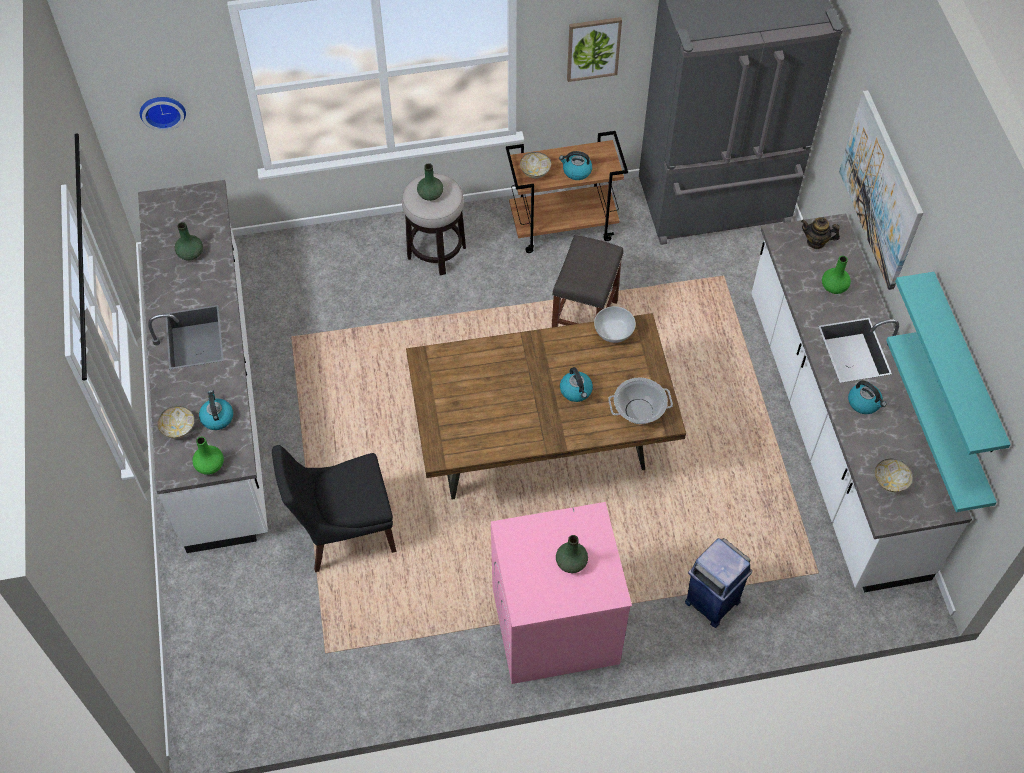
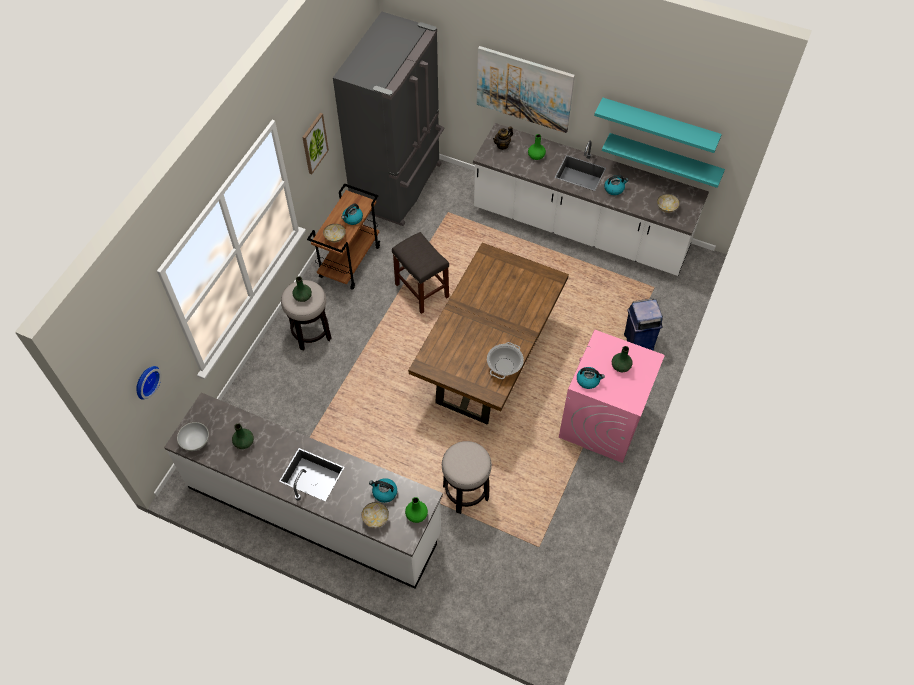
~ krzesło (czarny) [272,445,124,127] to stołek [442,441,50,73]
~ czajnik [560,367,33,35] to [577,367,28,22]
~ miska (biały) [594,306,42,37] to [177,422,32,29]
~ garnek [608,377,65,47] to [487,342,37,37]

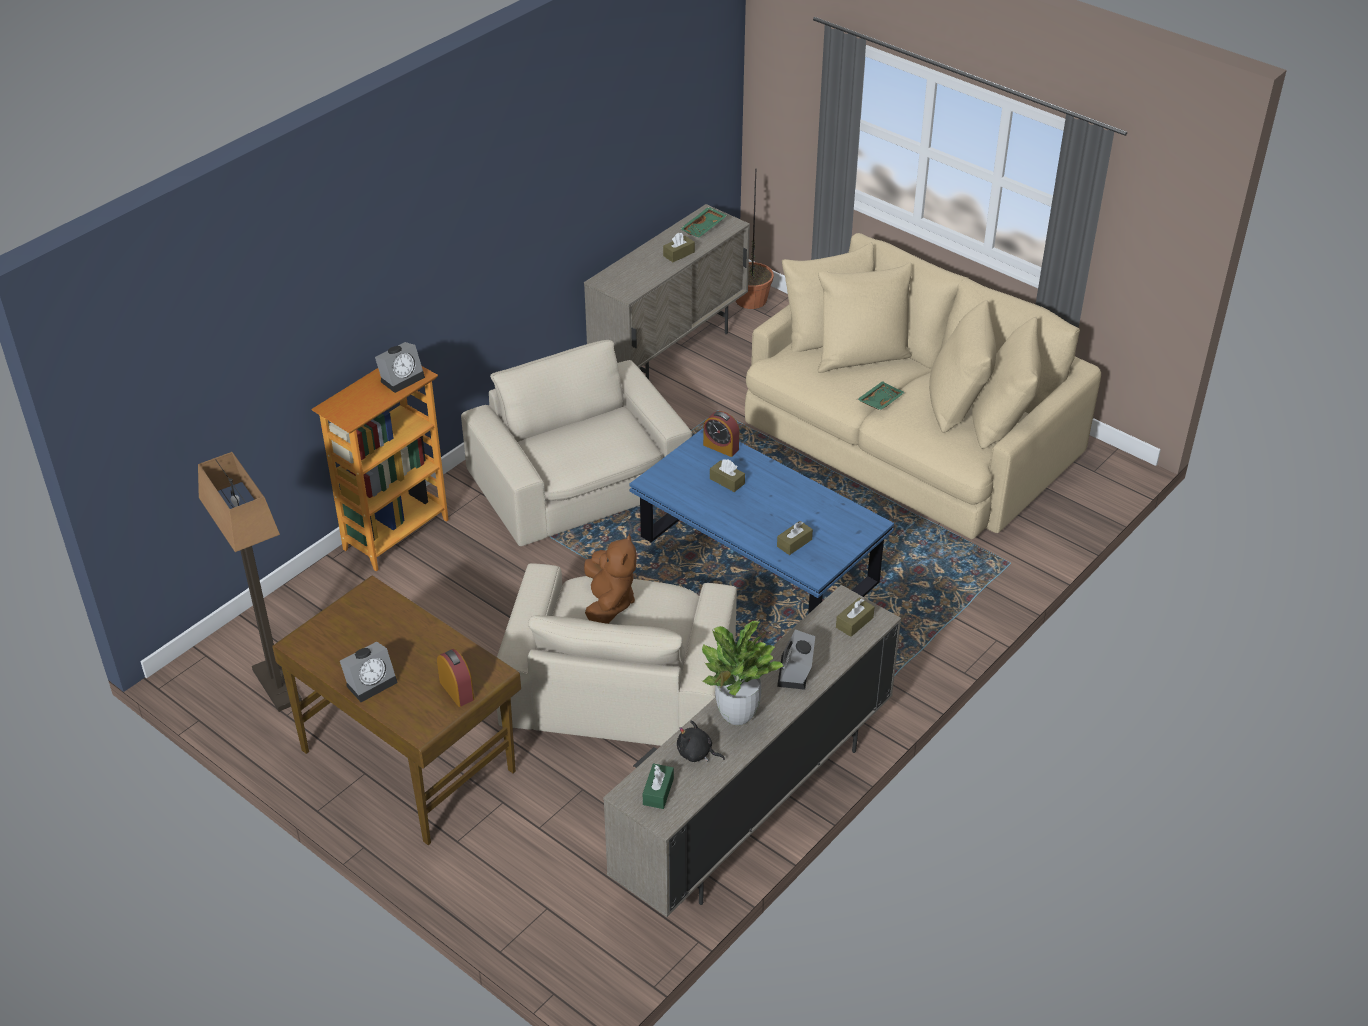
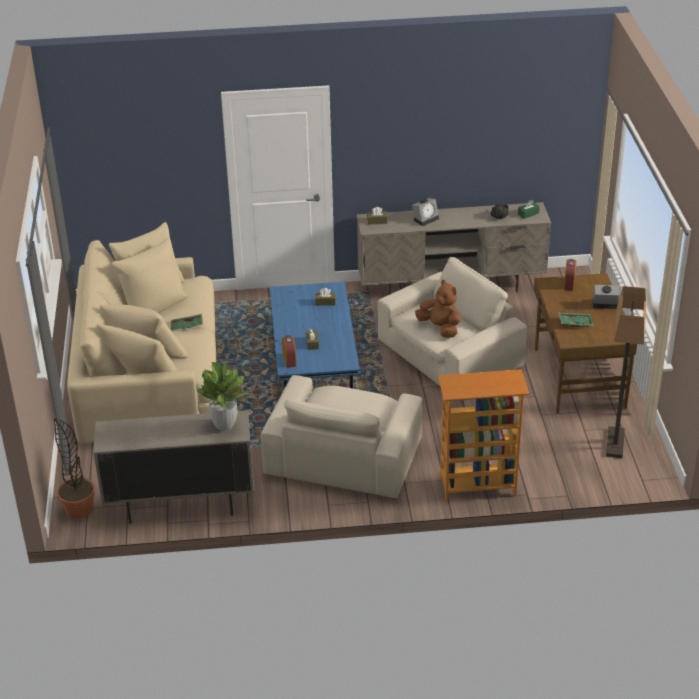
- budzik [375,342,50,51]
~ pluszak (brązowy) [584,534,52,90] = [415,280,46,58] 90 degrees clockwise
- pudełko chusteczek (brązowy) [663,233,32,29]
~ taca (zielony) [680,207,47,31] to [558,312,36,15]
~ roślina doniczkowa [702,621,82,104] to [196,362,51,69]

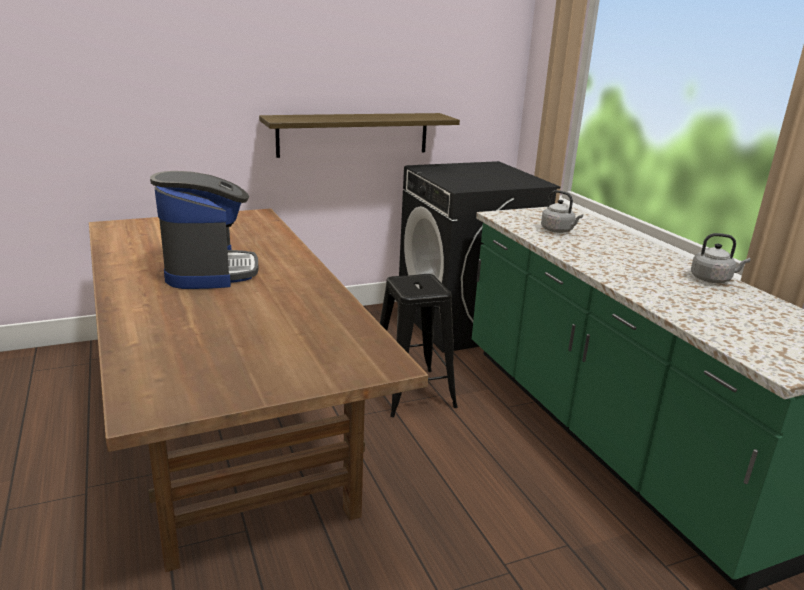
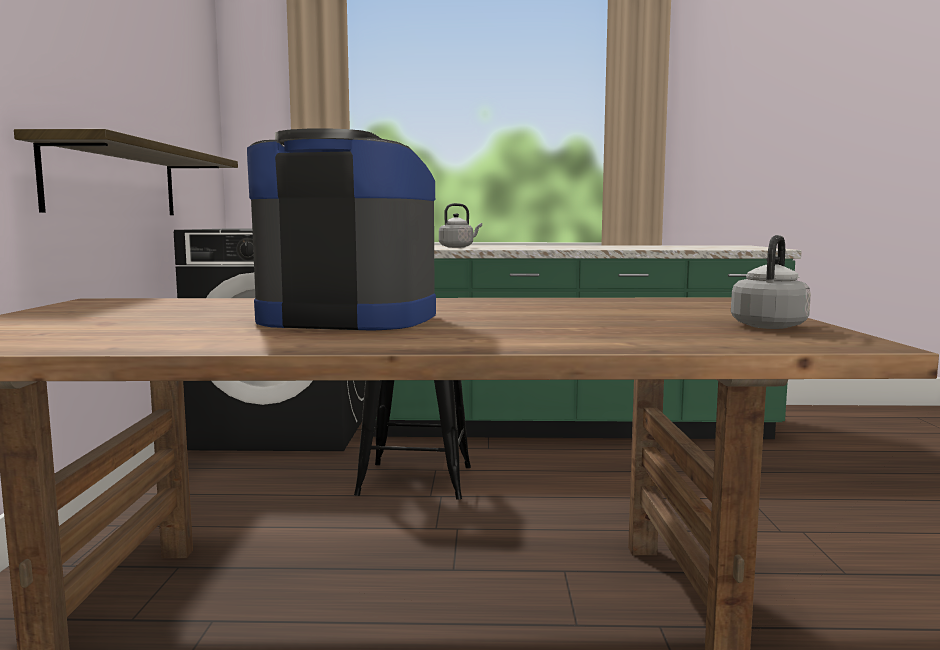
~ czajnik (szary) [691,233,60,50] to [731,235,80,94]

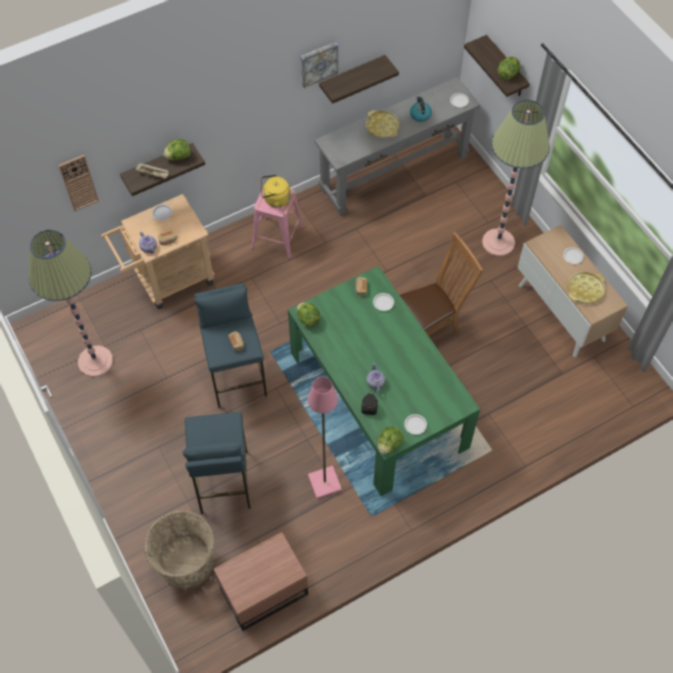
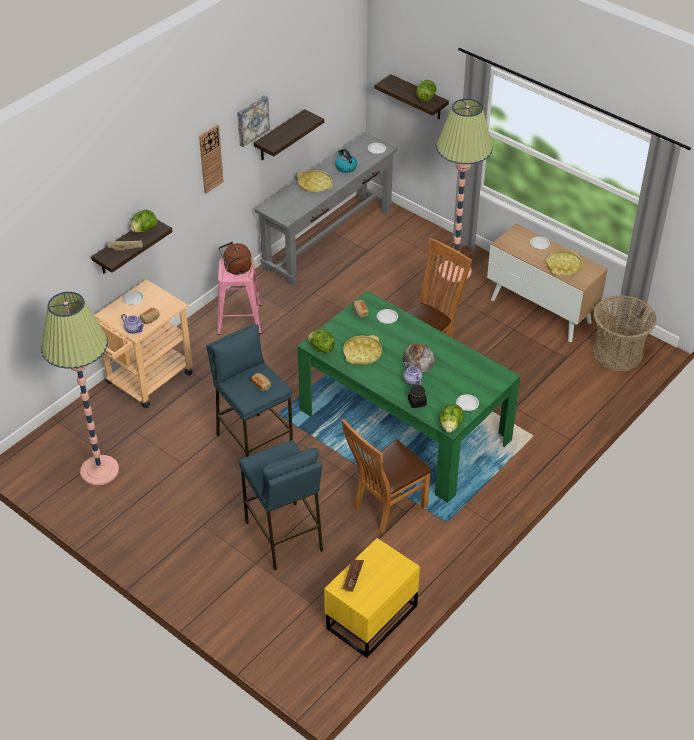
~ zegar ścienny [58,155,41,56] to [199,124,25,70]
~ koszyk [144,511,70,78] to [592,295,65,76]
~ szafka nocna (brązowy) [214,532,94,99] to szafka nocna (żółty) [324,538,96,120]
~ czajnik (żółty) [261,174,29,34] to czajnik (brązowy) [219,242,33,33]
~ lampa stojąca (różowy) [308,377,34,122] to krzesło (brązowy) [341,419,91,114]
+ taca (żółty) [343,335,39,30]
+ taca (brązowy) [343,559,21,33]
+ chleb [403,344,32,28]

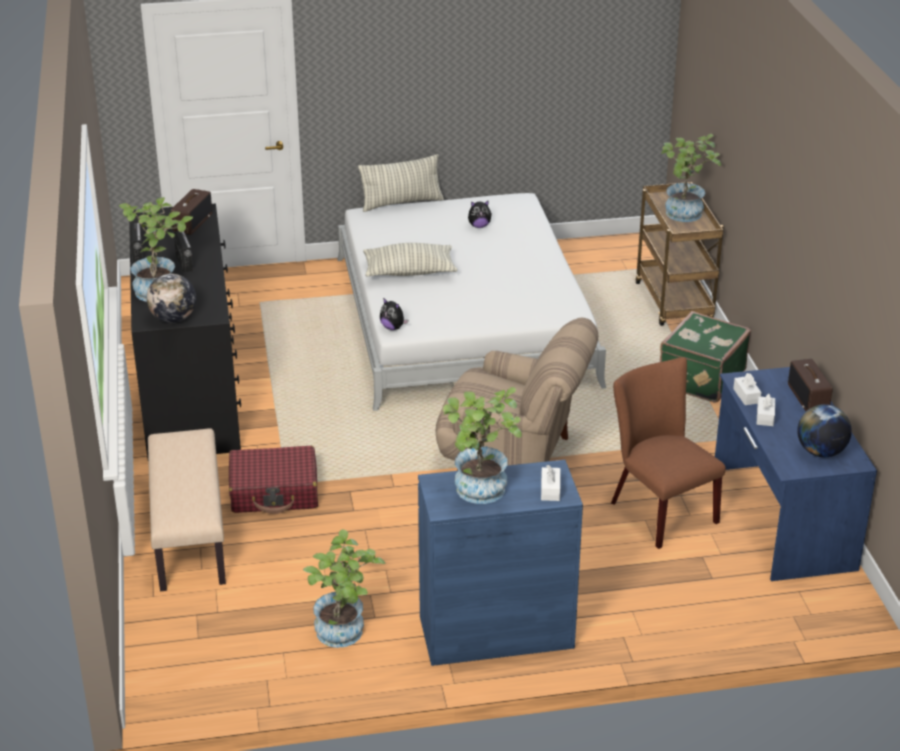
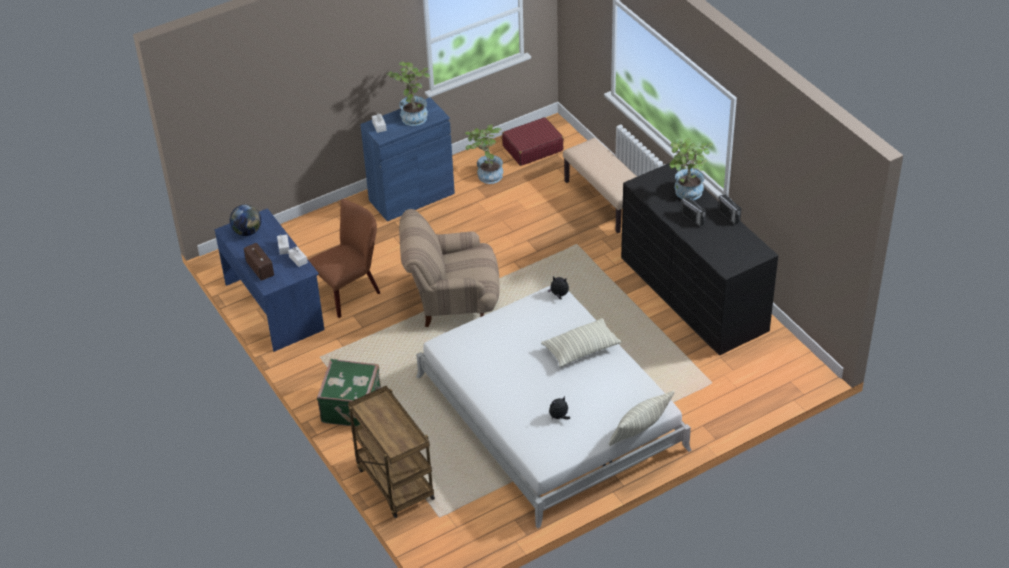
- globus [147,274,49,49]
- radio [171,189,41,46]
~ walizka (czerwony) [229,446,89,68] to [502,117,62,49]
~ krzesło (brązowy) [611,357,115,192] = [309,199,71,119] 75 degrees counterclockwise
- roślina doniczkowa [661,134,60,88]

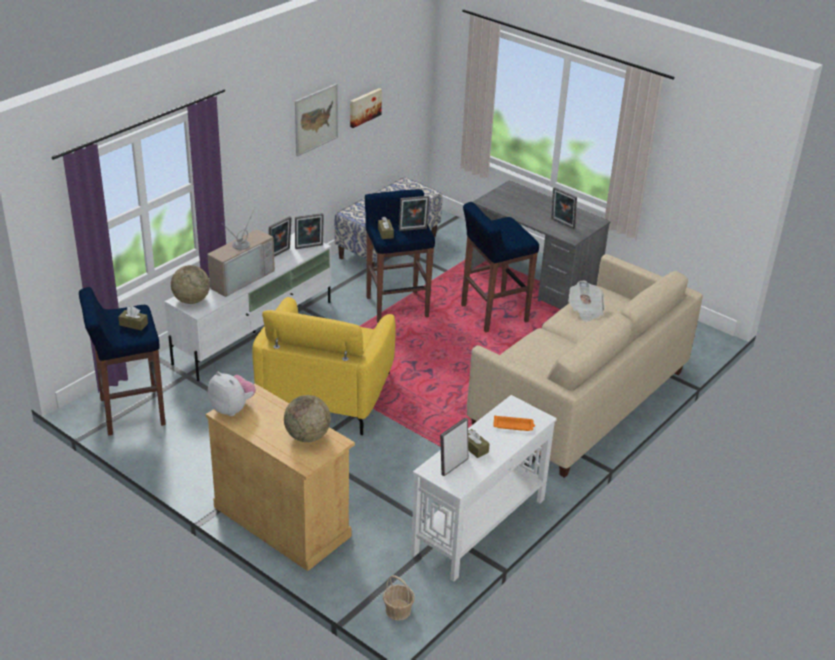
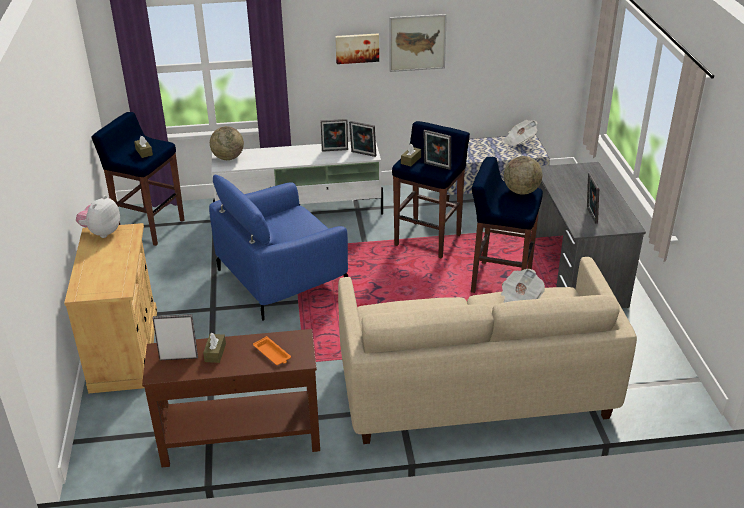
- telewizor [207,208,68,89]
~ pluszak [208,372,48,44] = [76,195,44,43] 150 degrees counterclockwise
~ fotel (żółty) [252,297,143,138] to fotel (niebieski) [209,175,139,146]
~ globus [284,395,47,47] to [504,156,38,39]
~ obraz [350,88,32,40] to [335,34,44,30]
- koszyk [383,575,32,46]
~ stolik konsolowy (biały) [411,395,146,187] to stolik konsolowy (brązowy) [142,329,178,139]
+ gazeta [502,120,36,27]

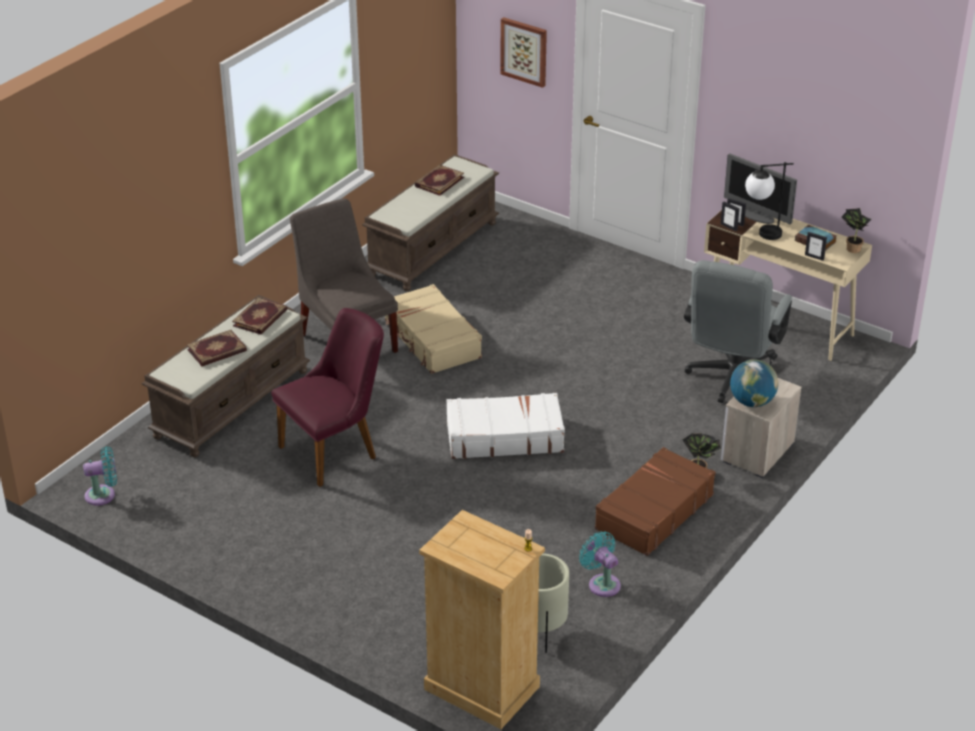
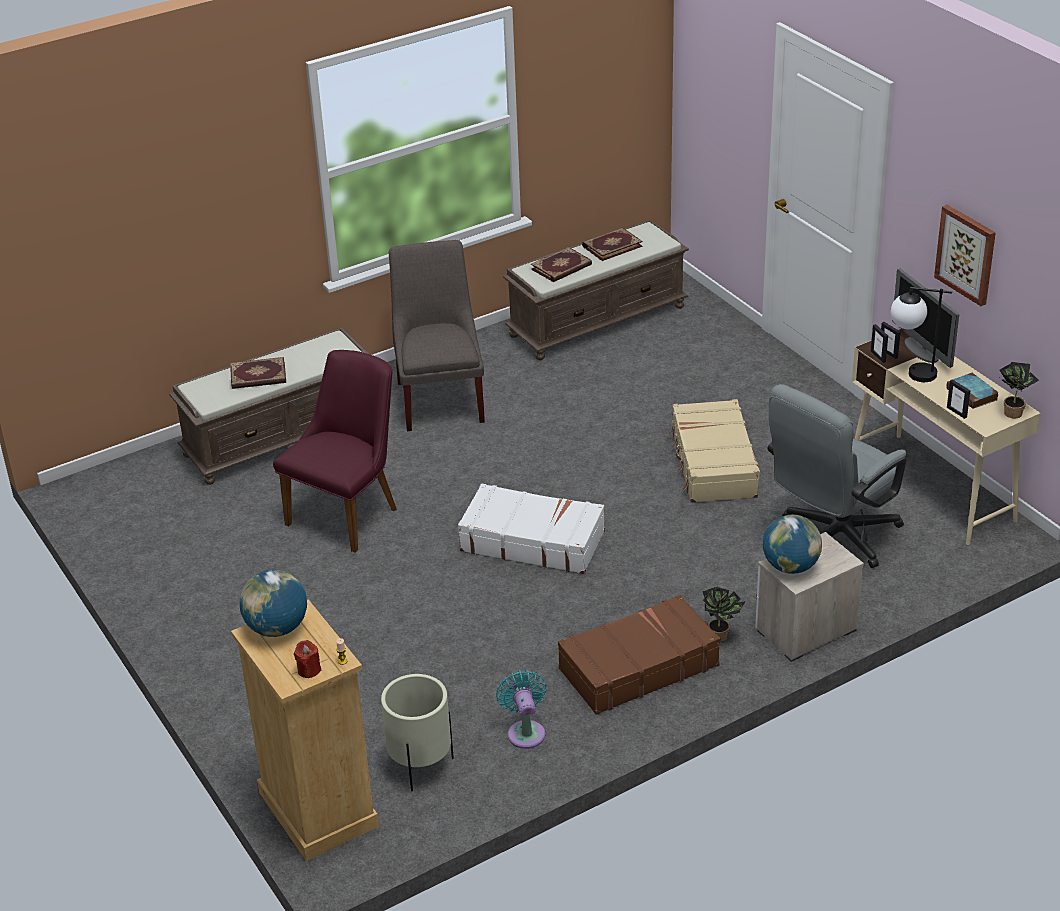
- wentylator (turkusowy) [83,447,34,59]
~ książka [232,297,55,38] to [531,247,61,35]
~ krzesło (fioletowy) [271,308,113,179] = [273,350,124,203] 45 degrees counterclockwise
~ walizka (beżowy) [385,284,97,90] to [669,399,91,104]
~ obraz [500,17,47,71] to [934,205,62,101]
+ globus [240,570,67,67]
+ świeca (czerwony) [294,640,27,38]

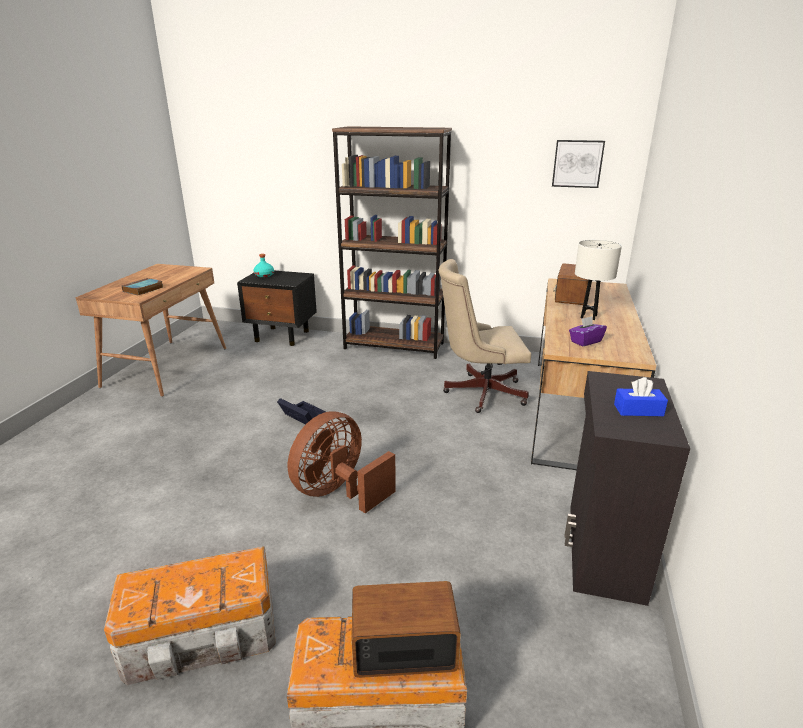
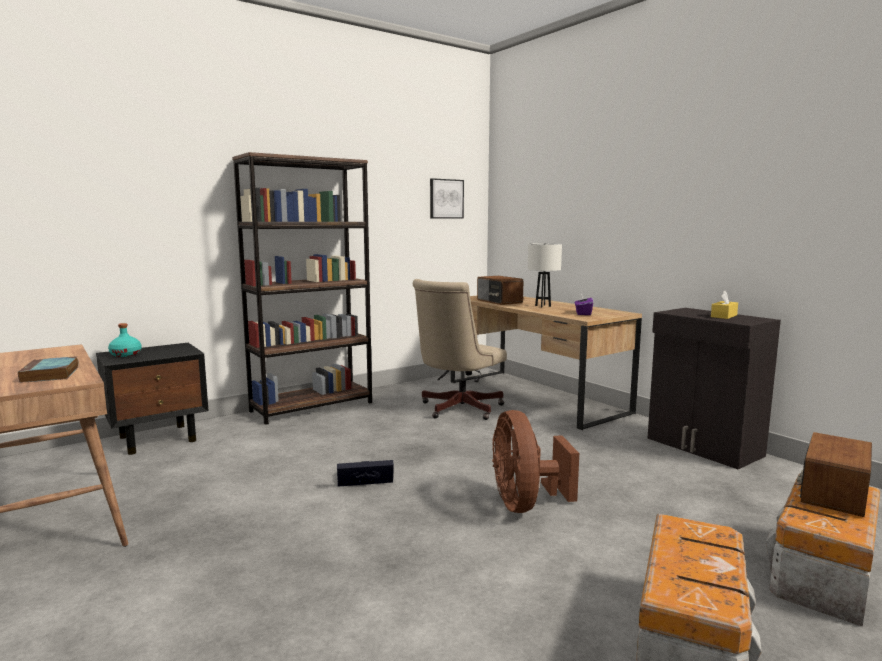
~ pudełko chusteczek (niebieski) [614,377,54,39] to pudełko chusteczek (żółty) [711,291,27,28]

